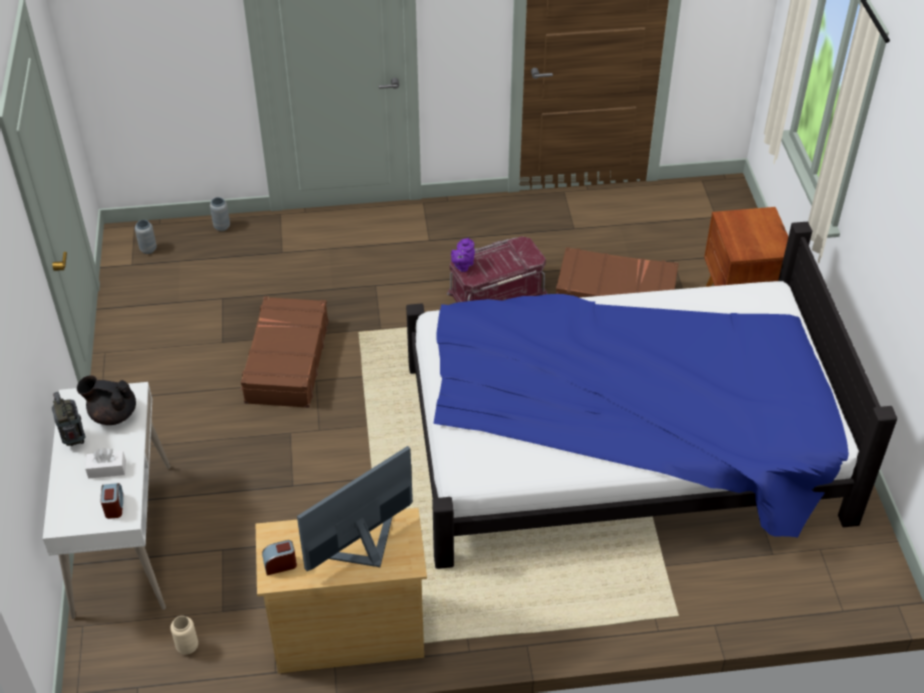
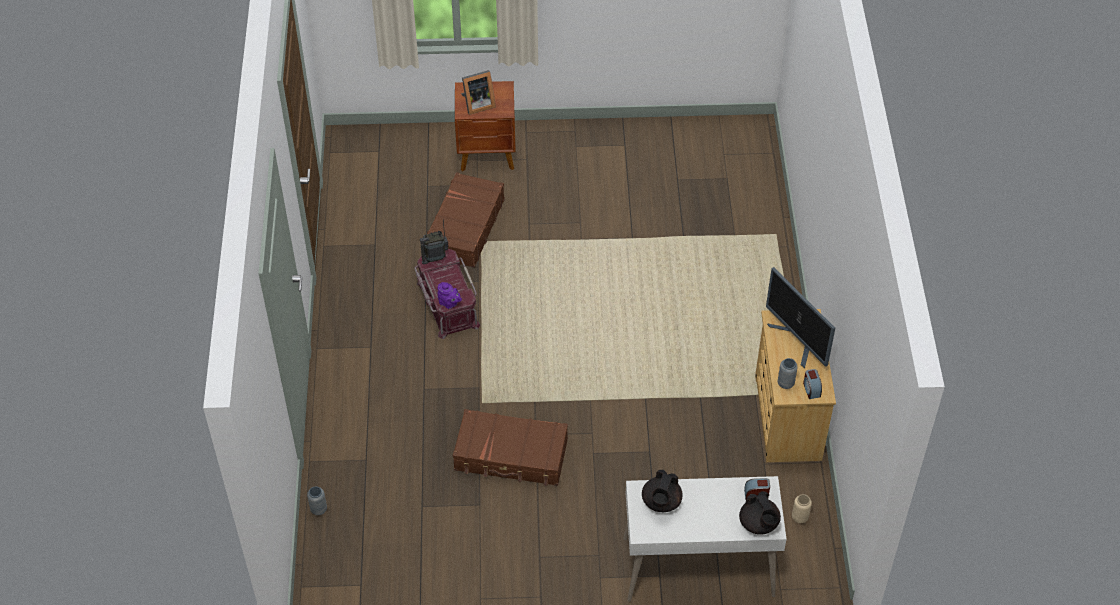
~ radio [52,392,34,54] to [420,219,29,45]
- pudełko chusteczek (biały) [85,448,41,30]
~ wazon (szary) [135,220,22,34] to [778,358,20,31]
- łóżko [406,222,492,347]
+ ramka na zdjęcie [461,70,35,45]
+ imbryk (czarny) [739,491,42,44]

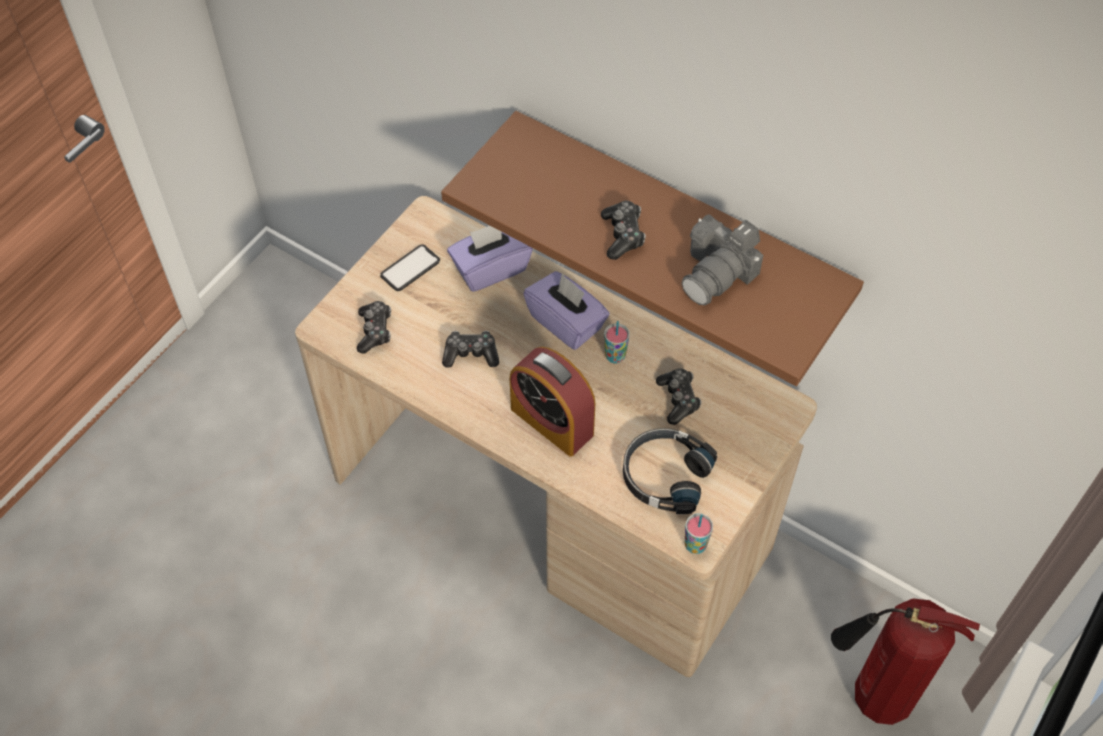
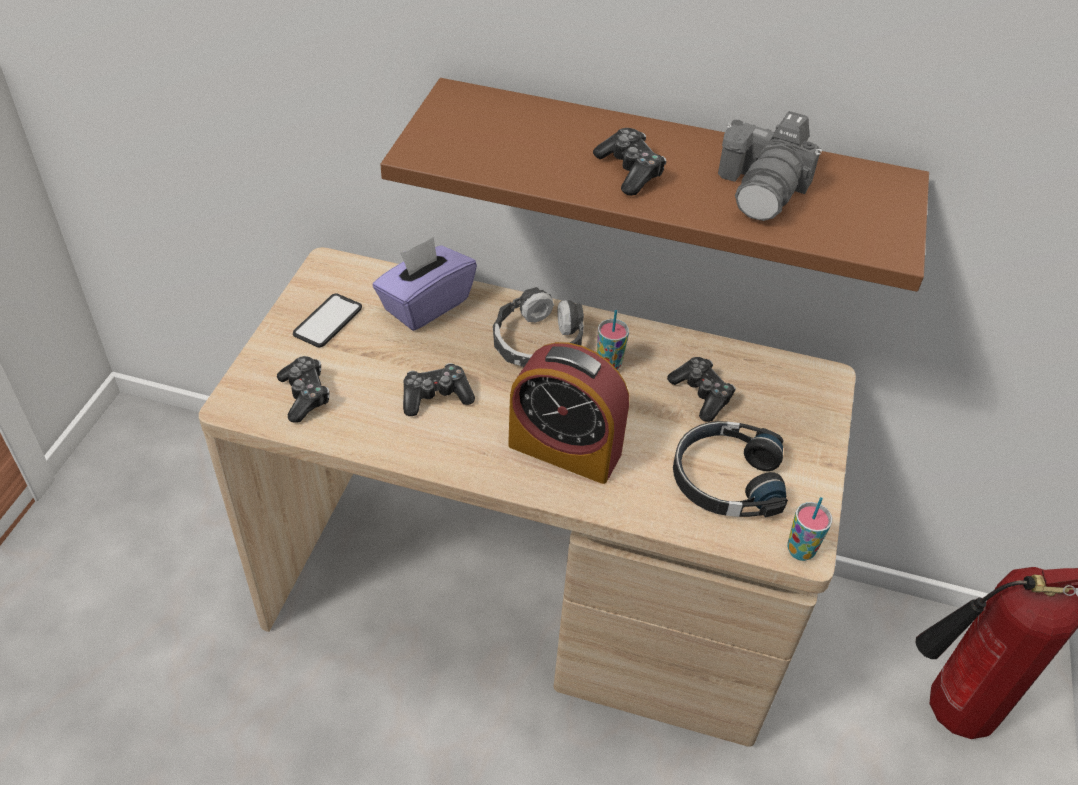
~ pudełko chusteczek (fioletowy) [523,271,87,79] to słuchawki [493,287,91,80]

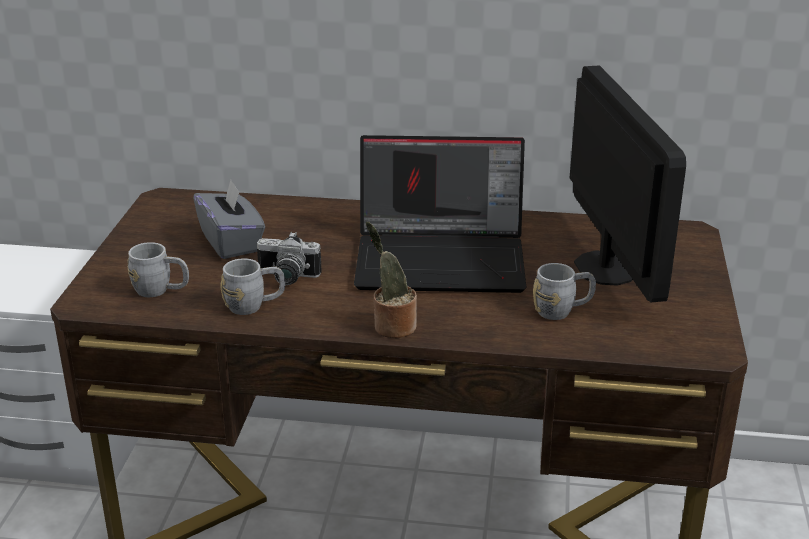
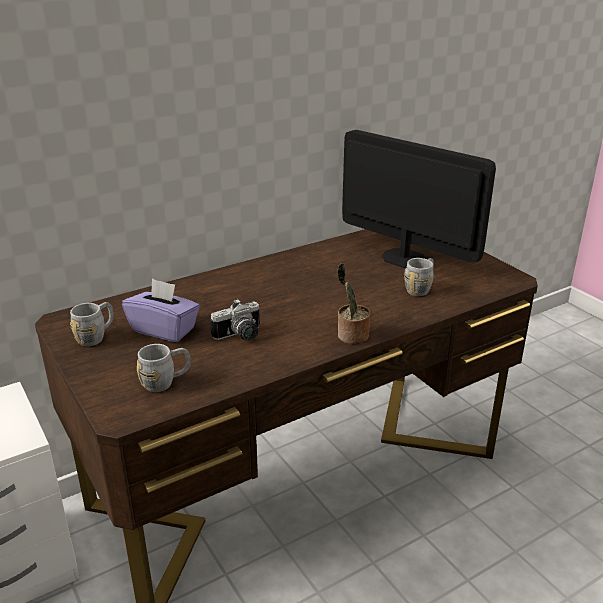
~ pudełko chusteczek (szary) [193,180,72,79] to pudełko chusteczek (fioletowy) [122,278,78,64]
~ kubek (szary) [220,258,65,57] to [70,302,44,44]
- laptop [354,135,172,158]

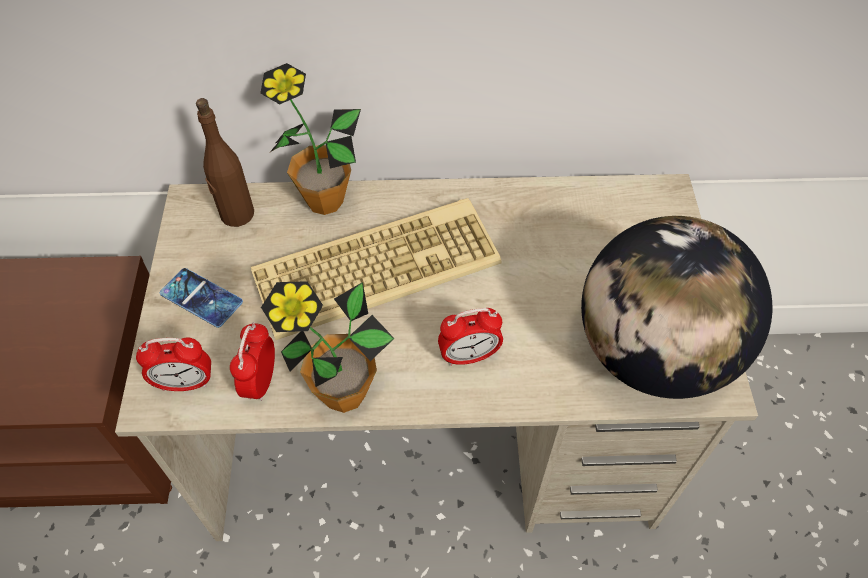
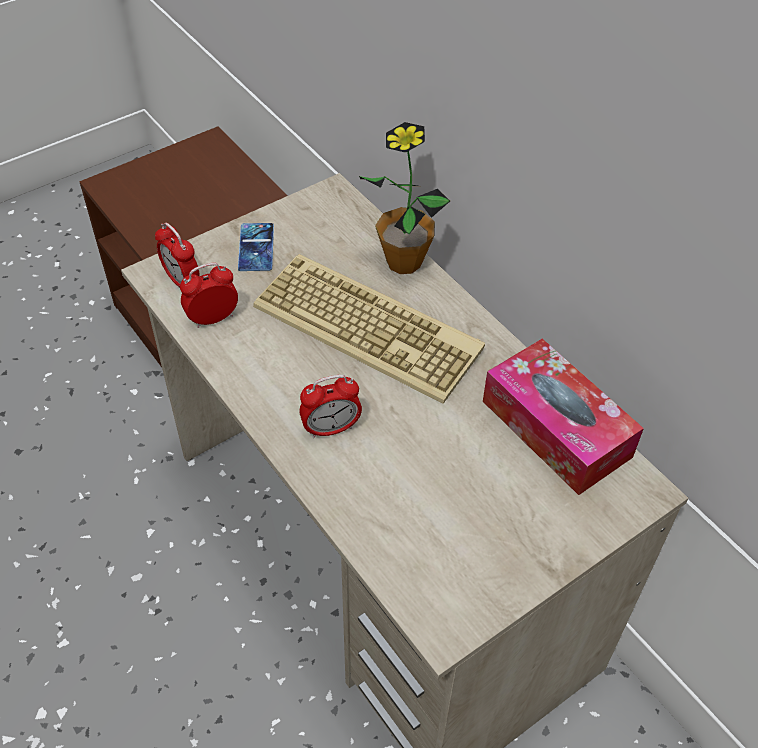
- butelka (brązowy) [196,98,58,129]
- roślina doniczkowa [261,281,134,132]
~ budzik [438,308,65,58] = [300,375,62,63] 60 degrees counterclockwise
- globus [581,216,191,183]
+ pudełko chusteczek [483,339,161,156]

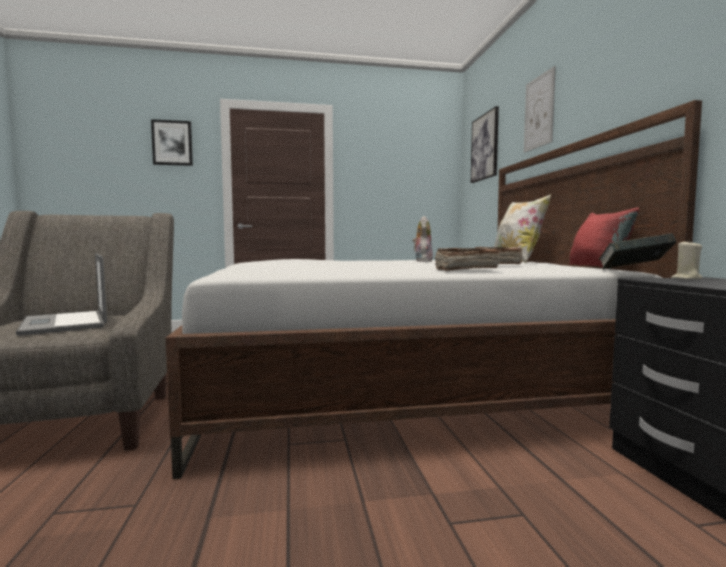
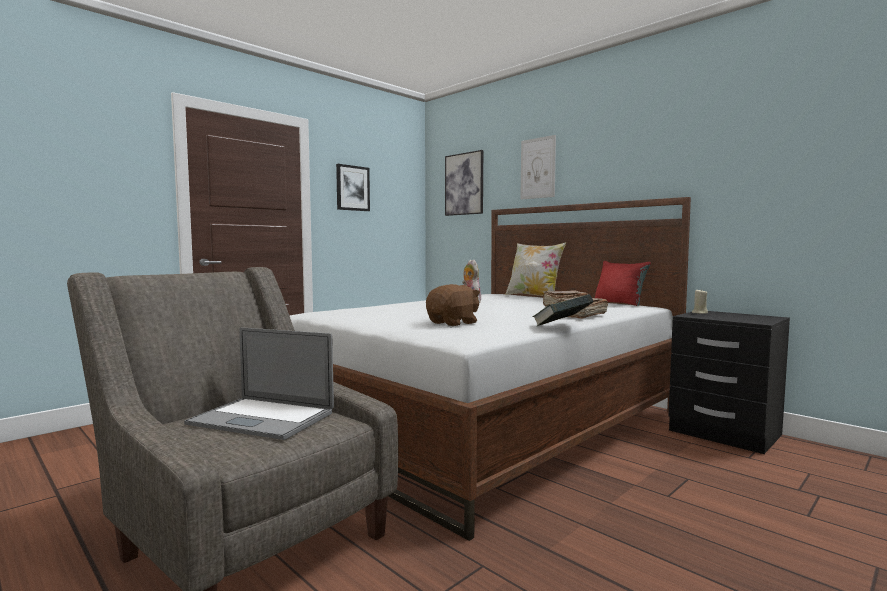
~ obraz [151,119,42,47] to [336,164,34,47]
~ książka [599,233,77,36] to [533,294,60,32]
+ pluszak (brązowy) [426,284,54,42]

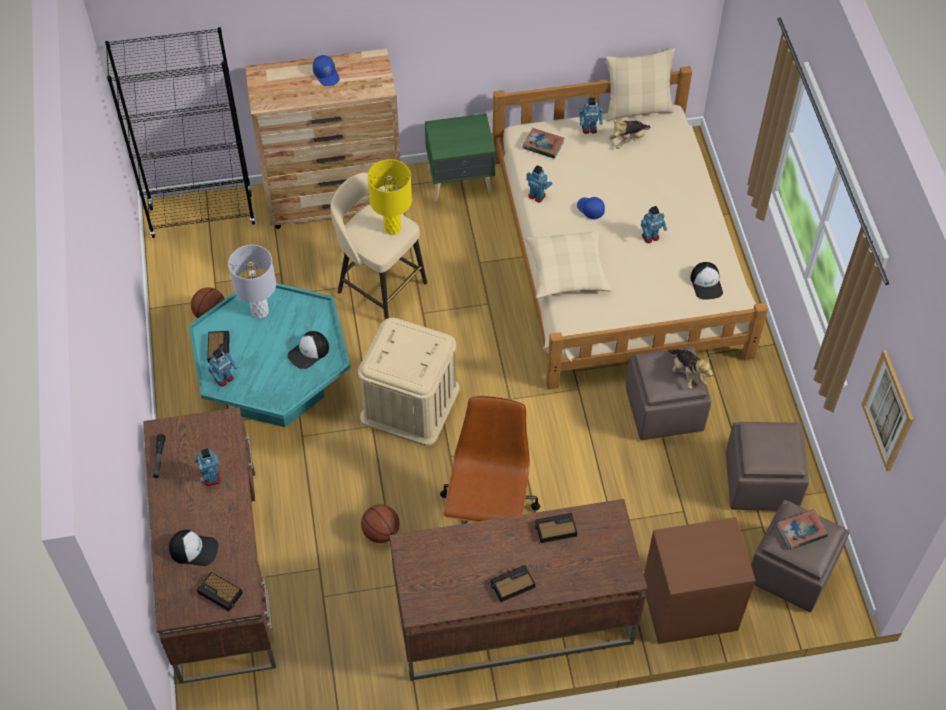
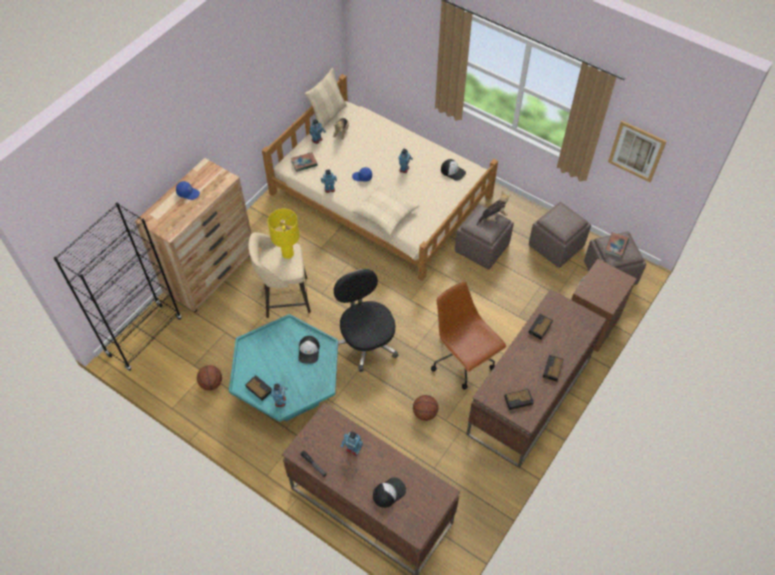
~ budzik [197,572,46,39] to [504,389,30,21]
- lampa stołowa (szary) [228,245,48,73]
~ pojemnik do przechowywania (beżowy) [358,318,101,128] to krzesło biurowe (czarny) [334,269,64,103]
- szafka nocna (zielony) [425,114,71,87]
~ pluszak [668,349,44,40] = [477,192,33,34] 45 degrees counterclockwise

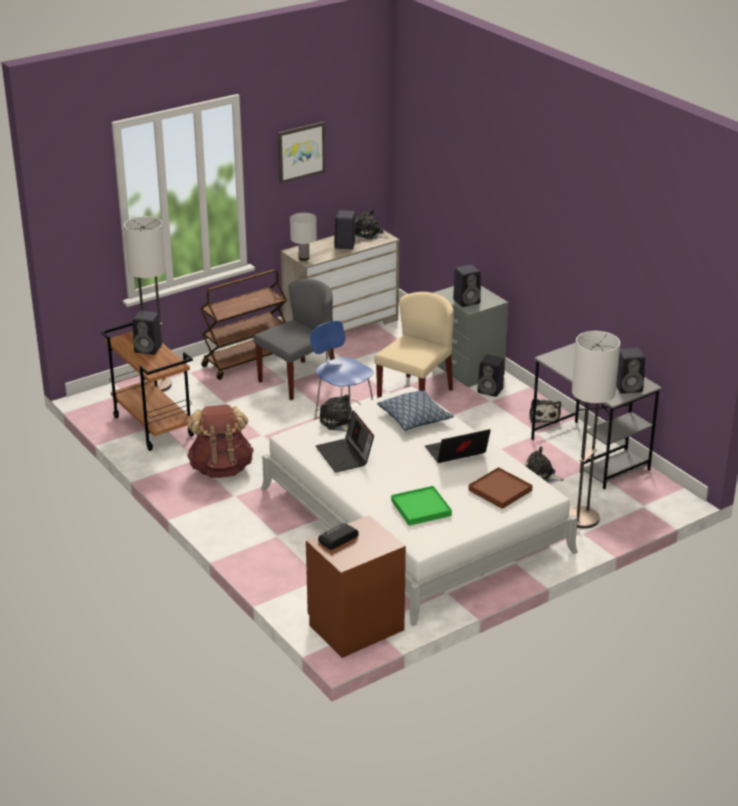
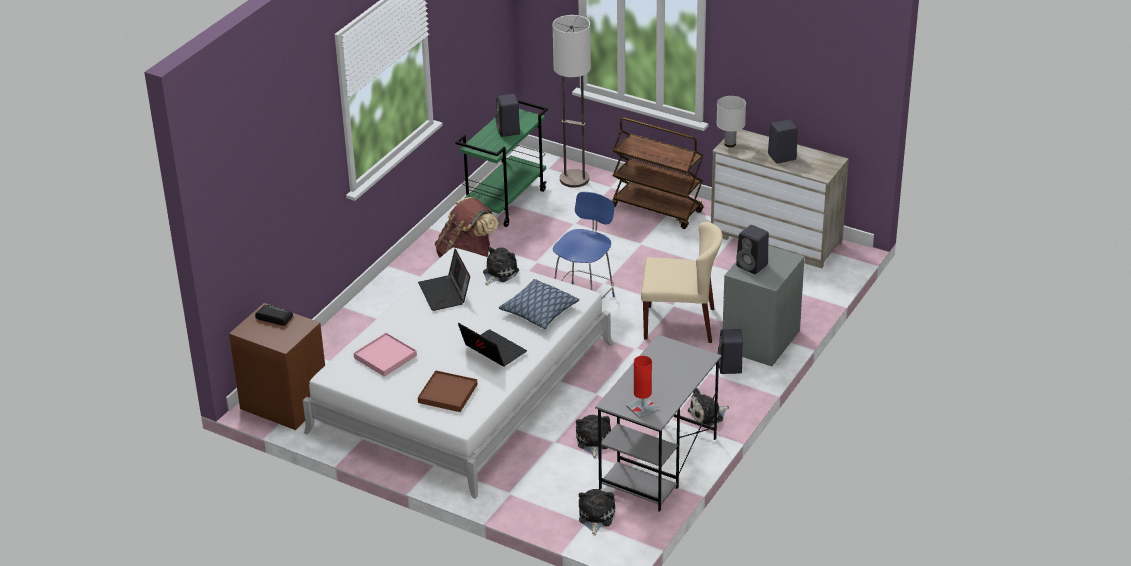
~ wózek (brązowy) [101,322,93,129] to wózek (zielony) [455,100,93,127]
- krzesło (szary) [254,279,81,121]
- obraz [278,122,48,62]
~ laptop [316,410,58,62] = [418,249,52,62] 60 degrees counterclockwise
~ pluszak [355,209,33,30] to [579,489,36,47]
~ taca (zielony) [391,486,61,40] to taca (różowy) [354,333,63,44]
- lampa stojąca [569,331,51,198]
~ głośnik (czarny) [616,348,29,46] to lampa stołowa (czerwony) [626,356,33,63]

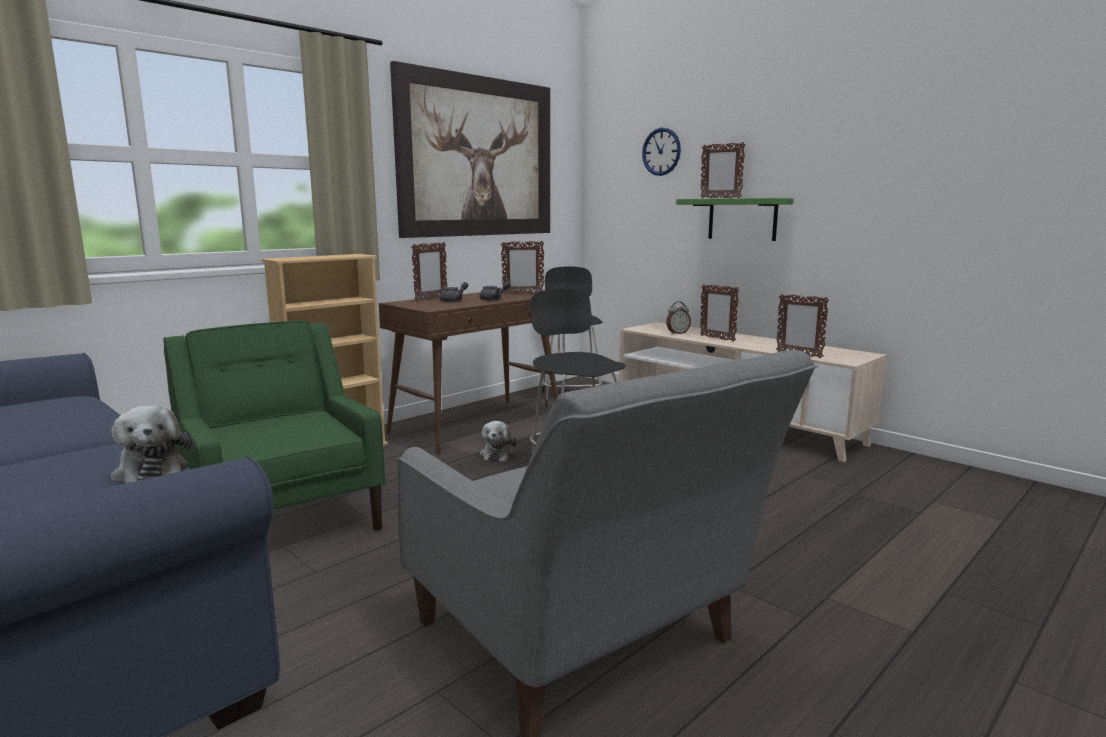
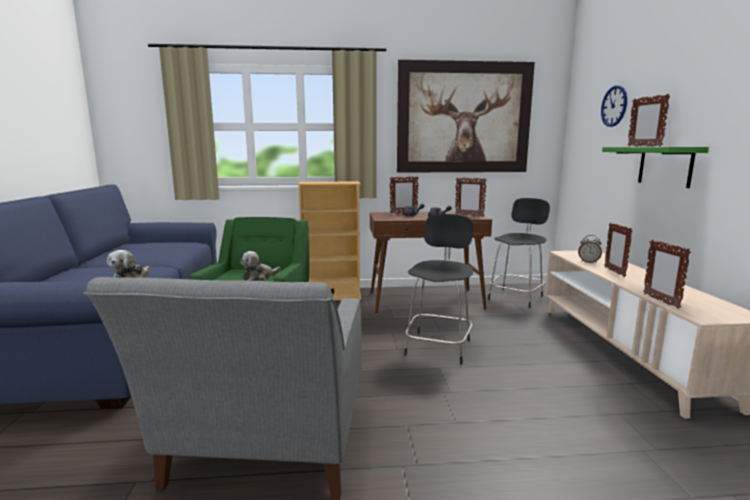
~ pluszak [480,421,37,41] to [240,251,40,30]

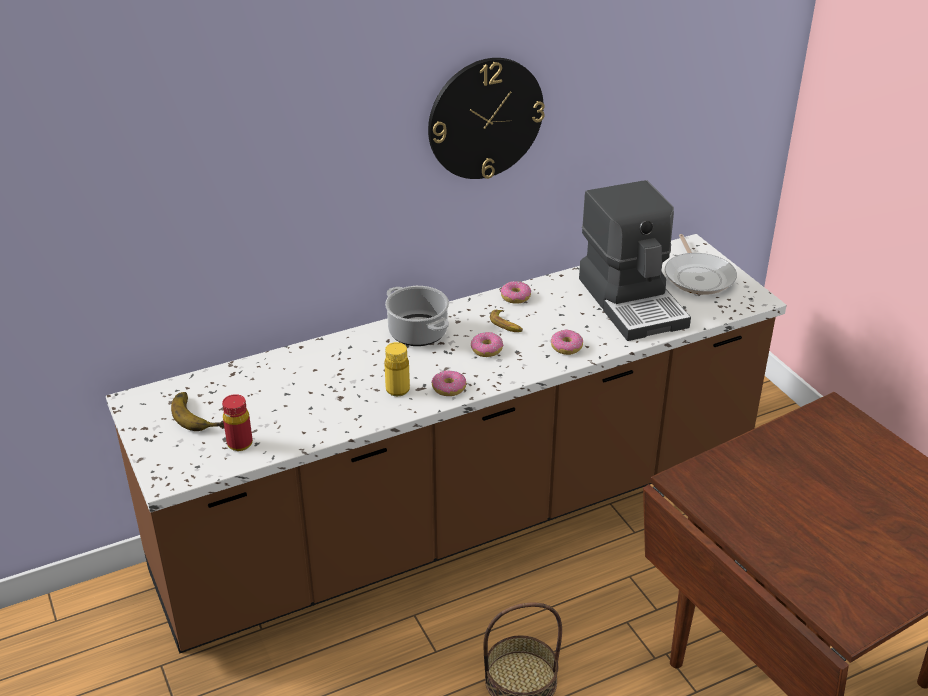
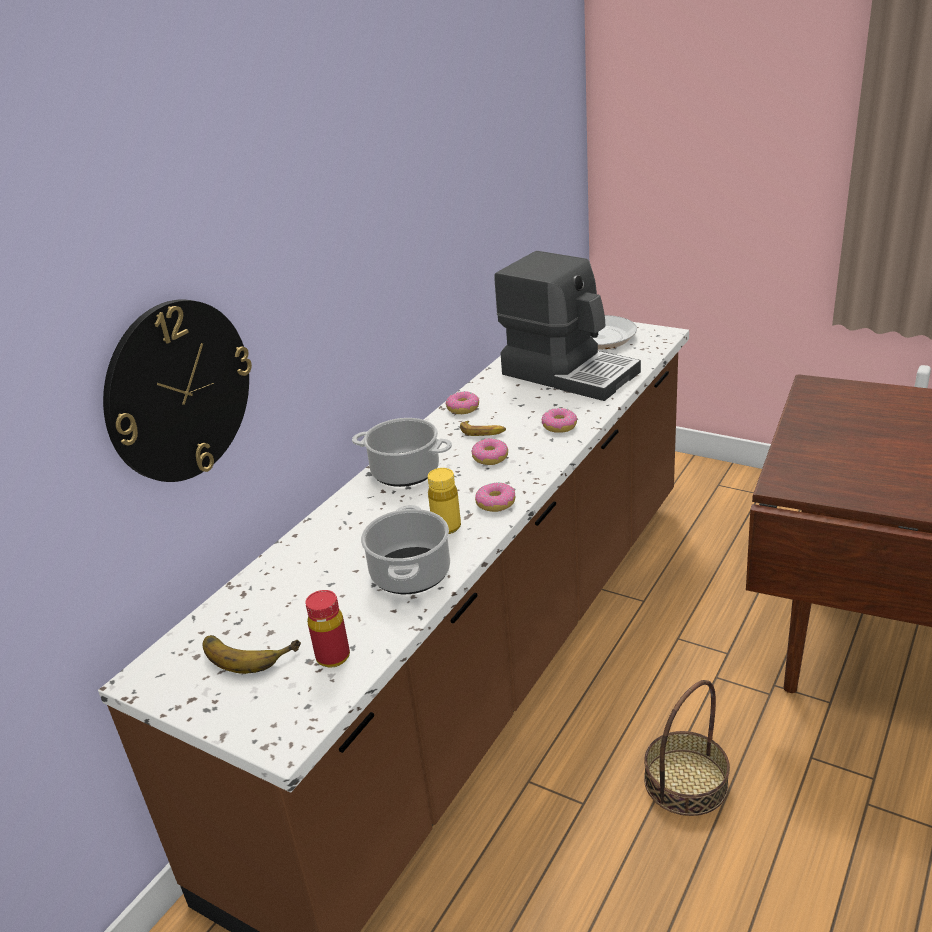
~ zegar ścienny [428,58,117,121] to [103,300,149,182]
+ garnek [361,505,89,89]

